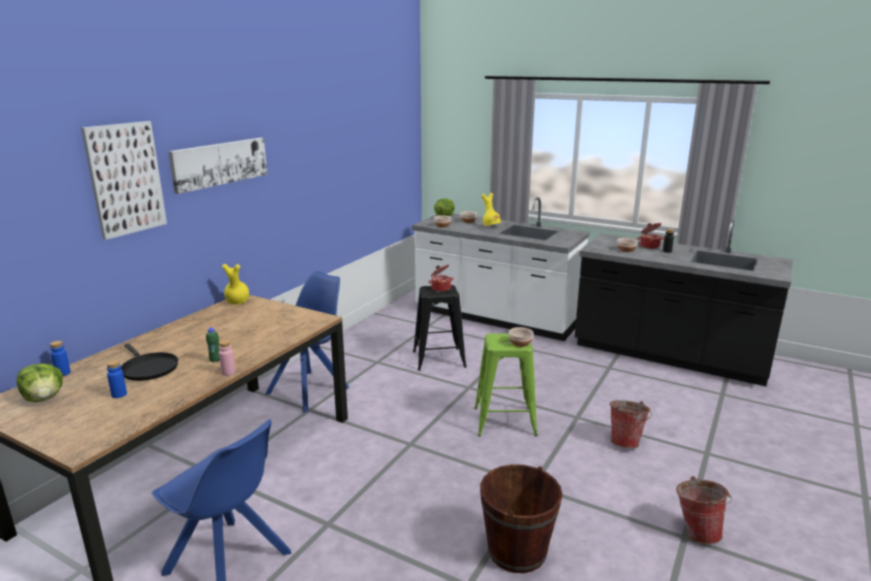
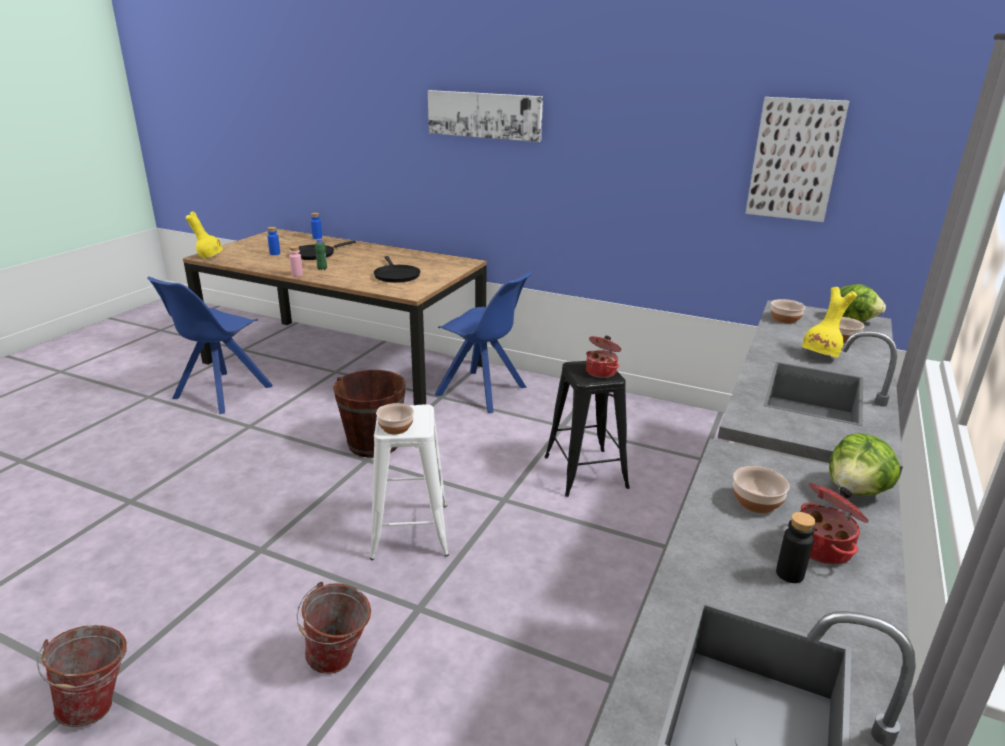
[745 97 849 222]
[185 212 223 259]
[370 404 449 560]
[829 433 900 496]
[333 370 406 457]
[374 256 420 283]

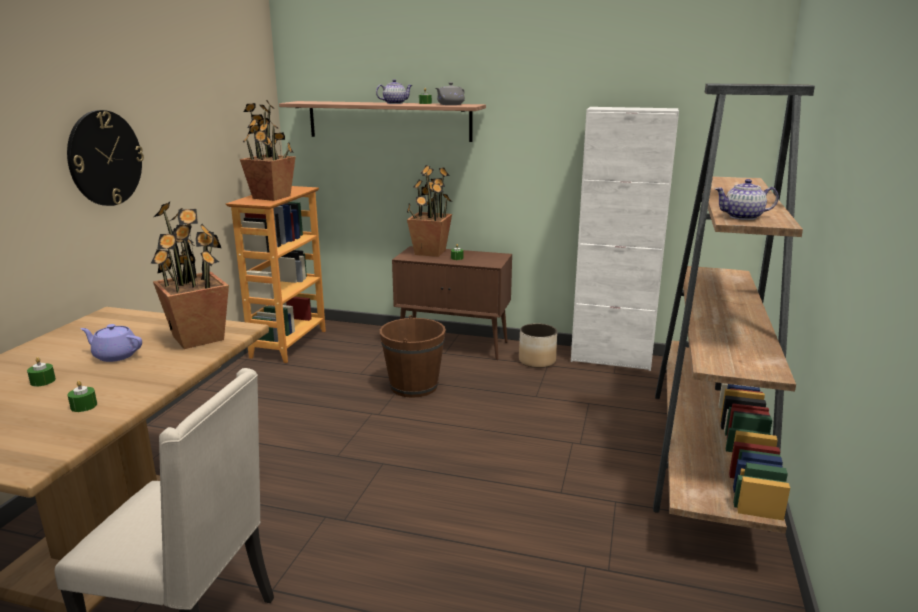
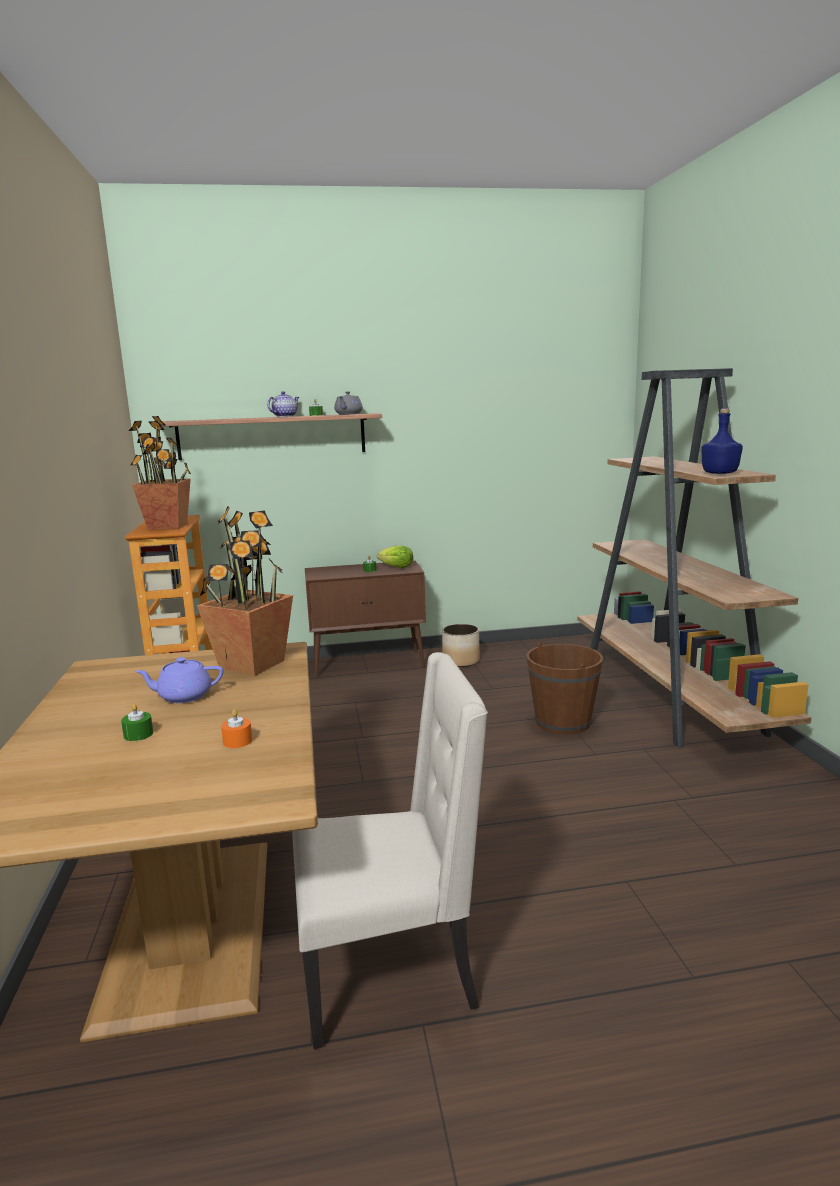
[571 107 679 371] (first image)
[67 110 144 206] (first image)
[407 165 452 257] (first image)
[701 408 743 474]
[526 643 603 735]
[221 710 252 748]
[377 546 413 568]

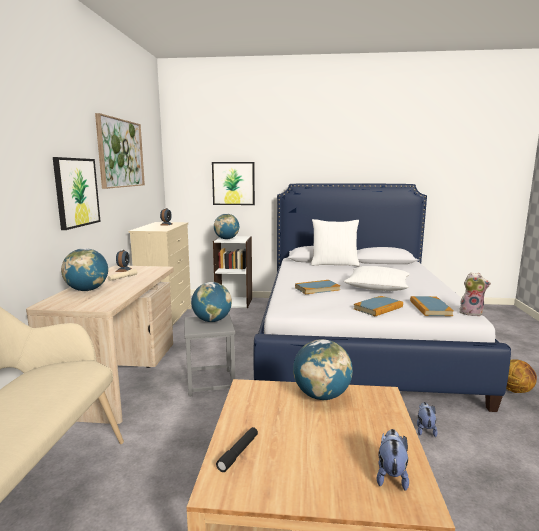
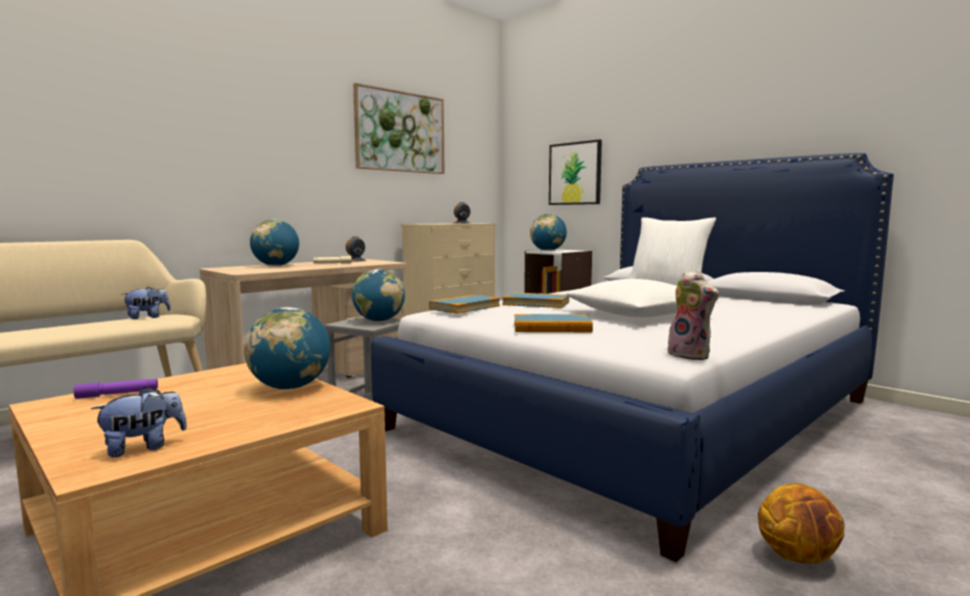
[53 157 101 230] (first image)
[429 295 500 314]
[123 287 171 319]
[74 379 158 399]

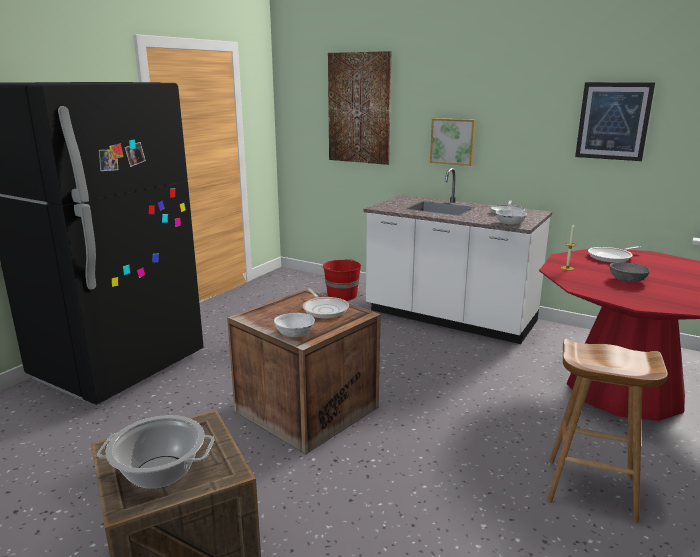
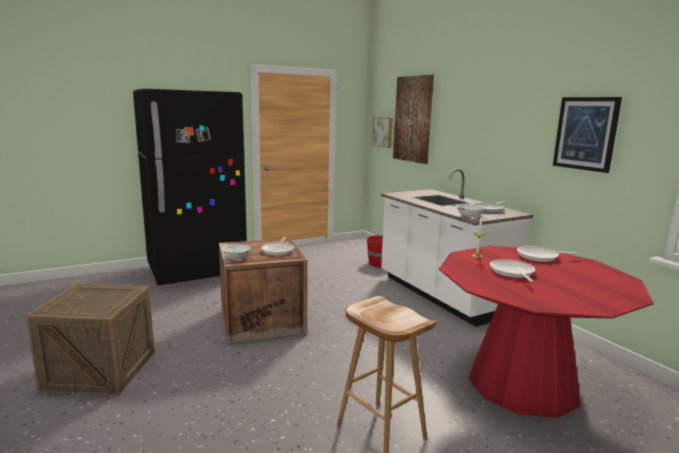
[372 117 393 148]
[490 259 535 282]
[97 415 215 489] (first image)

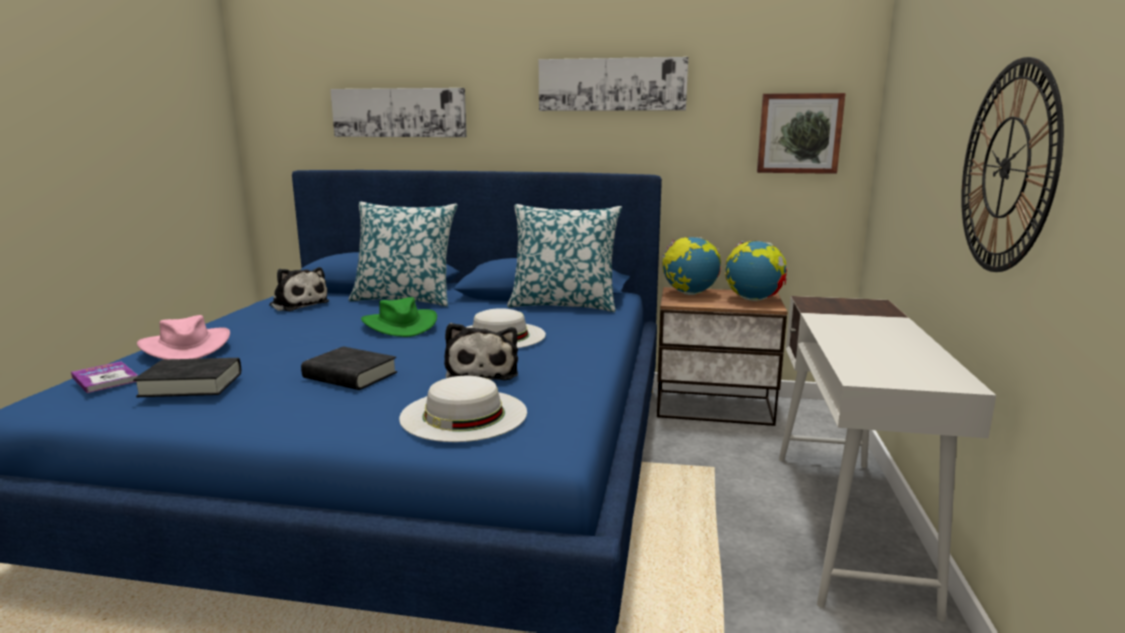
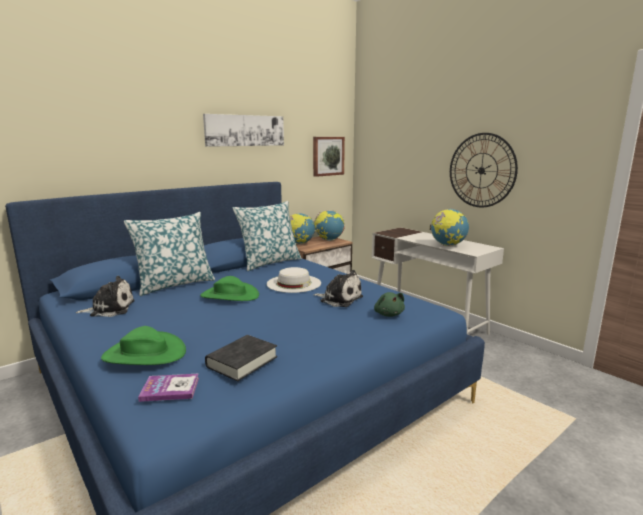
[330 88 467 137] (first image)
[101 326 186 365]
[301 346 397 390] (first image)
[374 292 405 317]
[430 209 469 247]

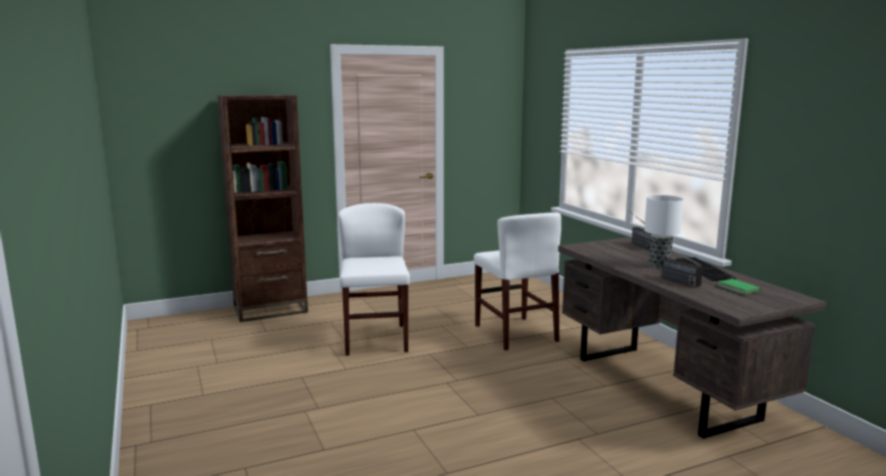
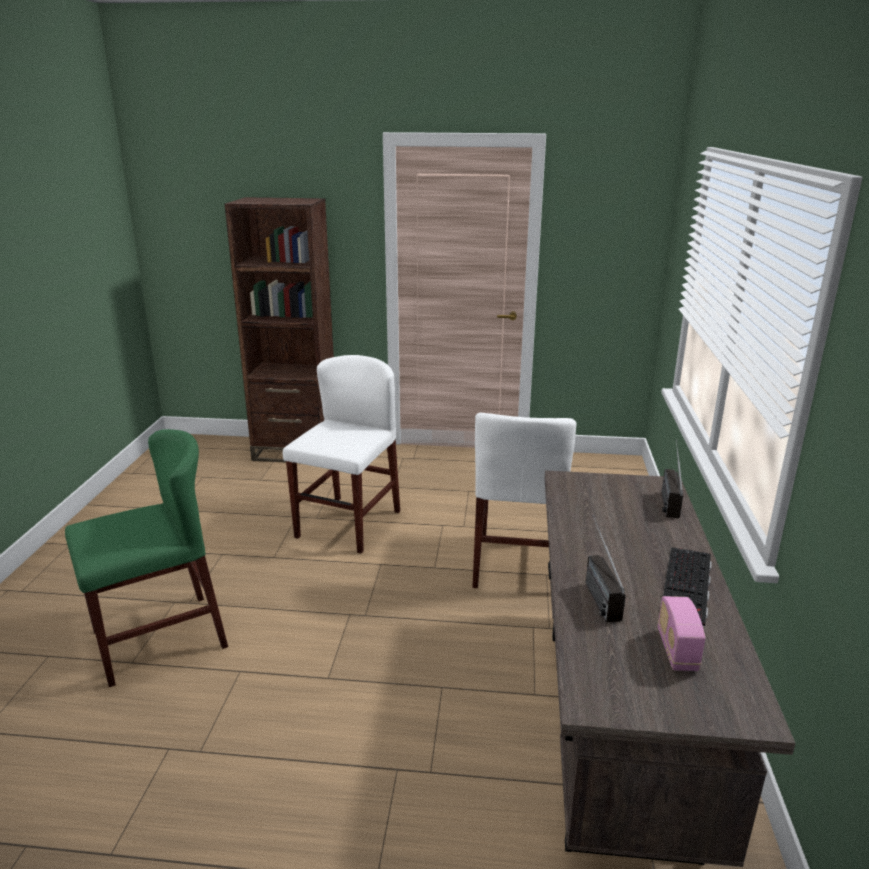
[644 195 684 269] (first image)
[658 596 705 671]
[65 429 228 687]

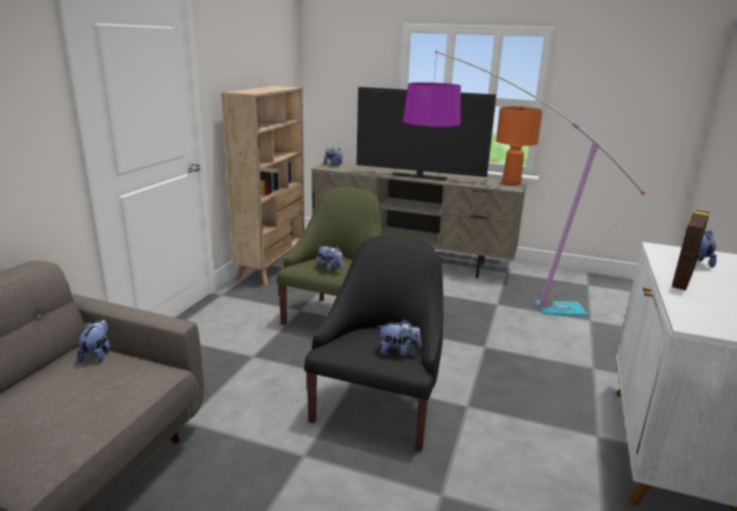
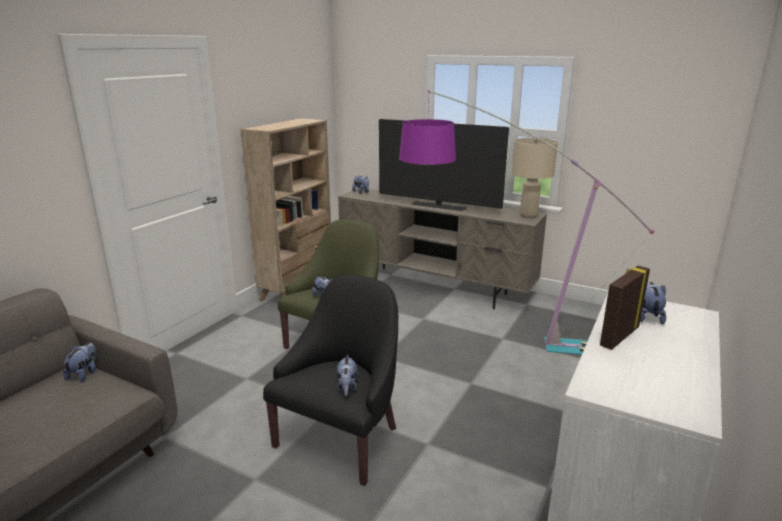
[512 138 558 218]
[336 355 359 396]

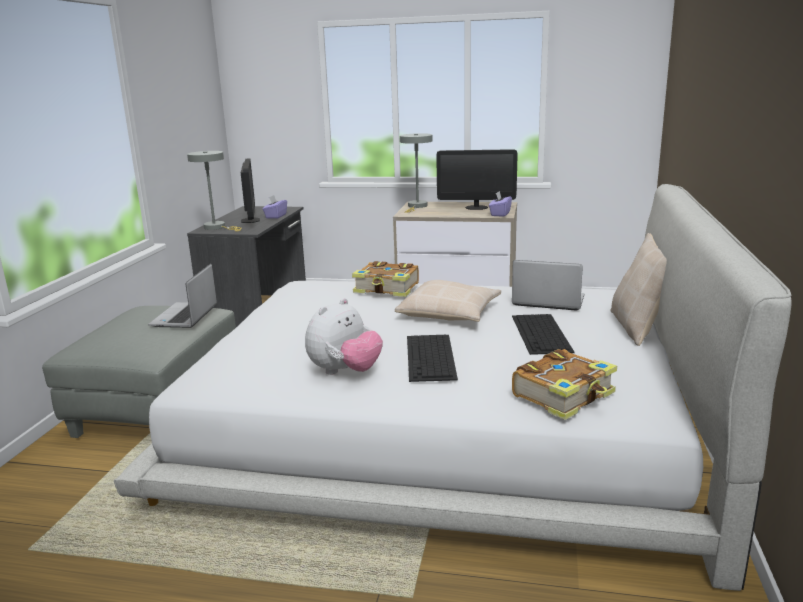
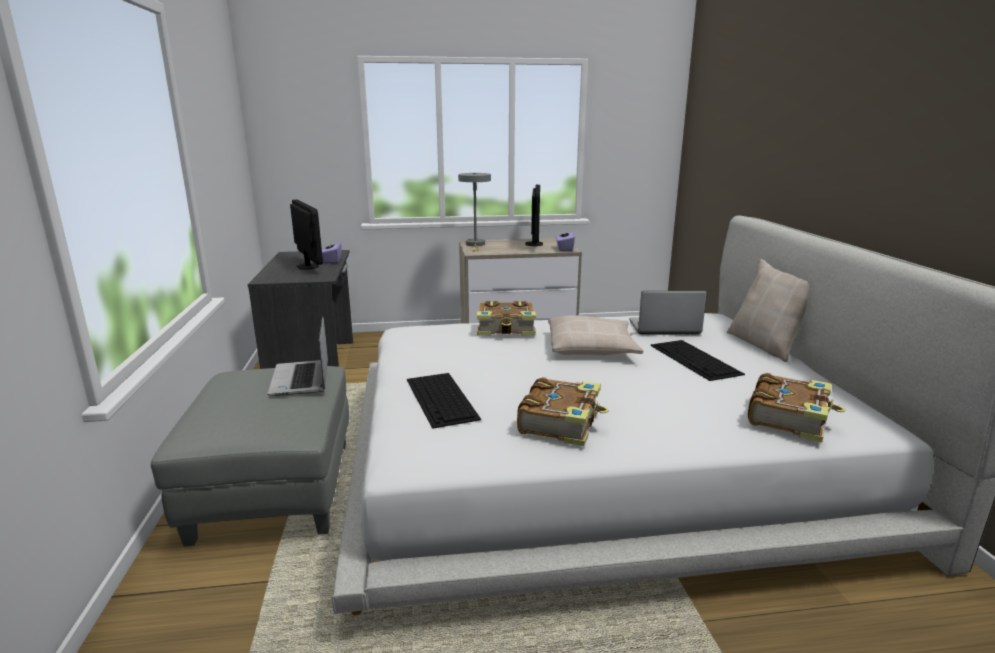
[525 185 543 246]
[187 151 242 231] (first image)
[517 377 609 446]
[407 373 481 429]

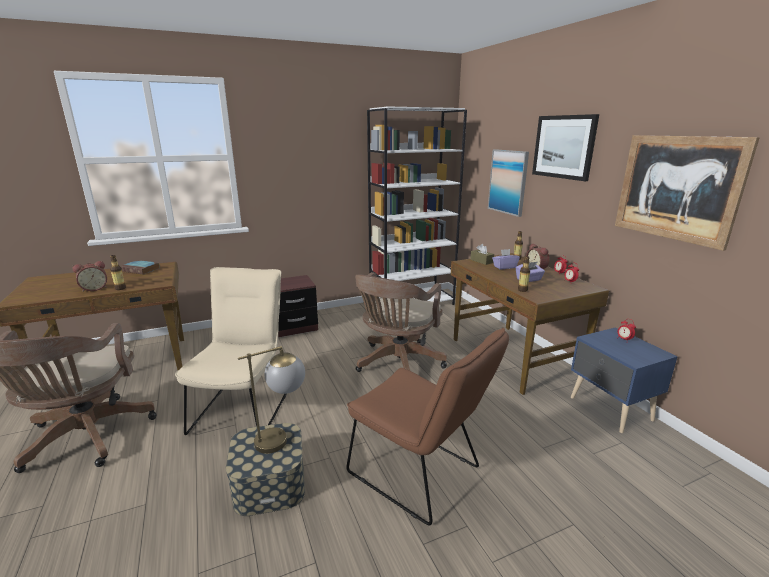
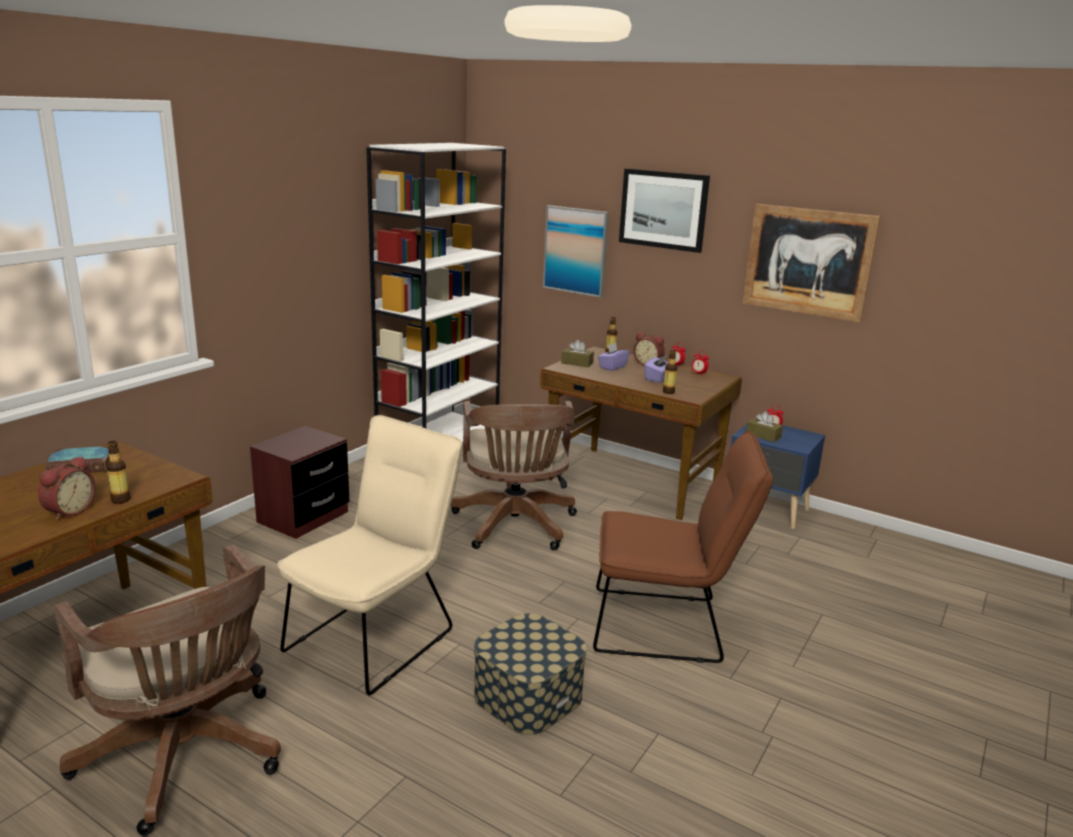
[277 415 462 695]
[238 346 305 454] (first image)
[746 411 783 442]

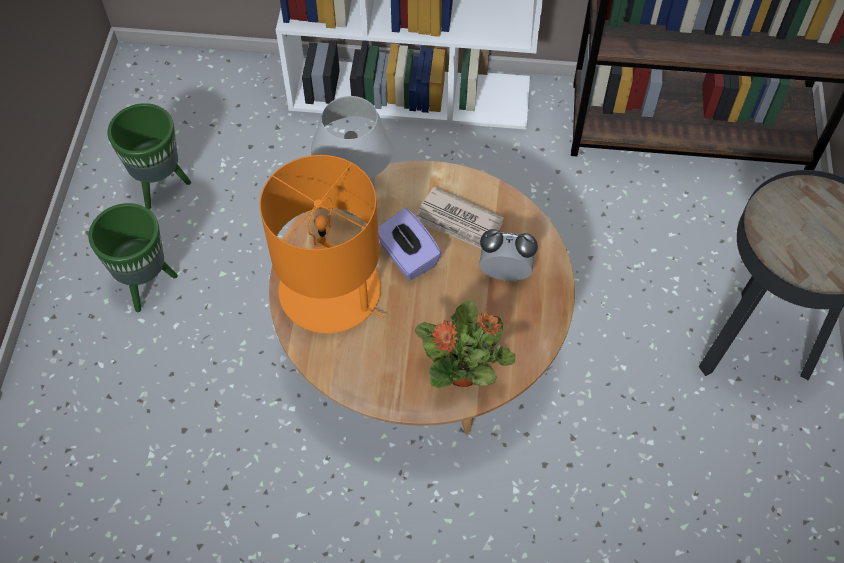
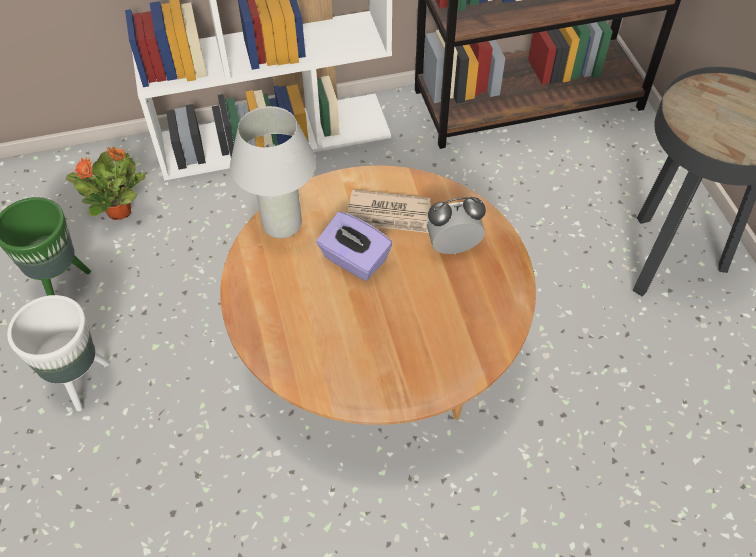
[260 155 385 333] (first image)
[7 295 110 411]
[66 146 146 220]

